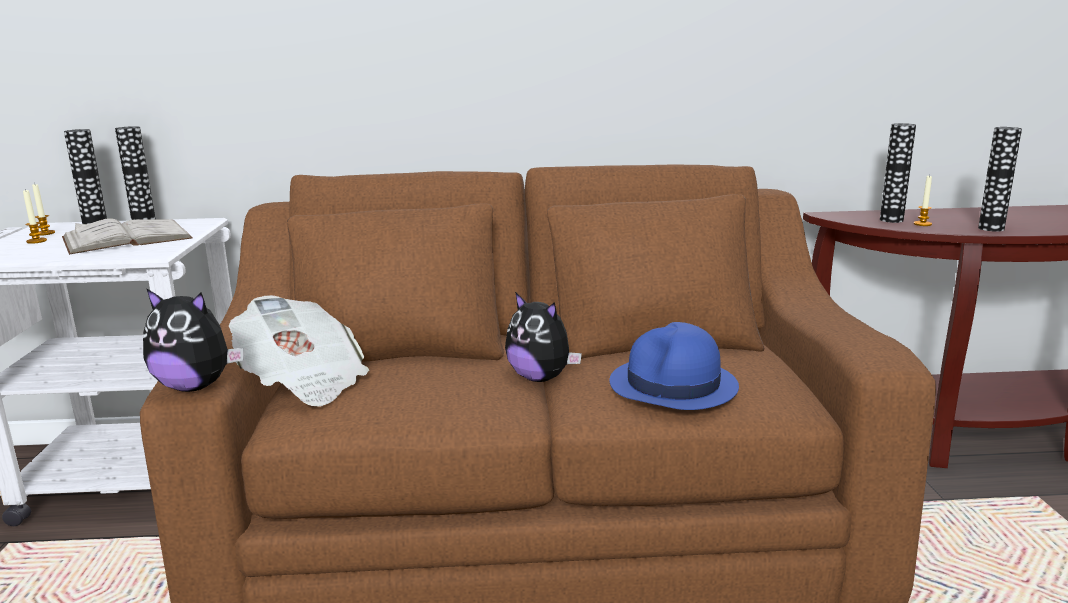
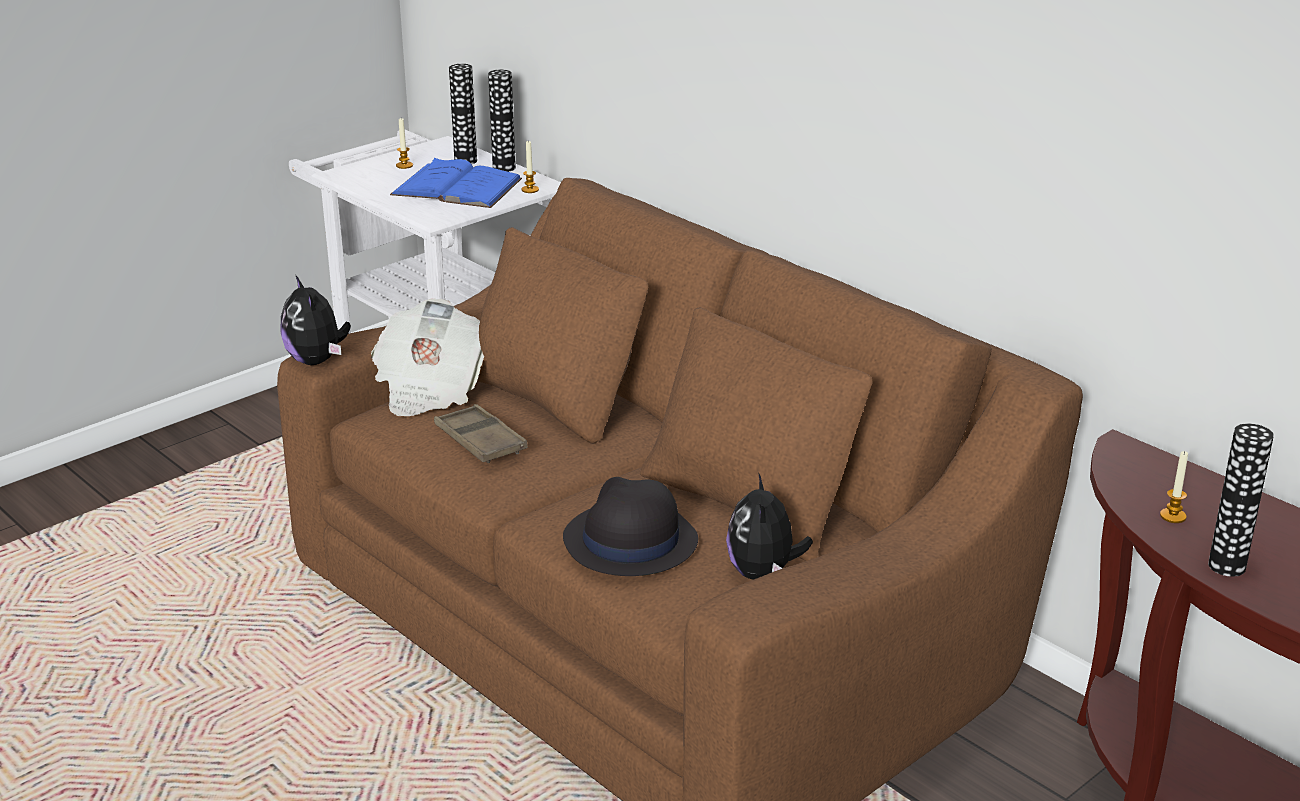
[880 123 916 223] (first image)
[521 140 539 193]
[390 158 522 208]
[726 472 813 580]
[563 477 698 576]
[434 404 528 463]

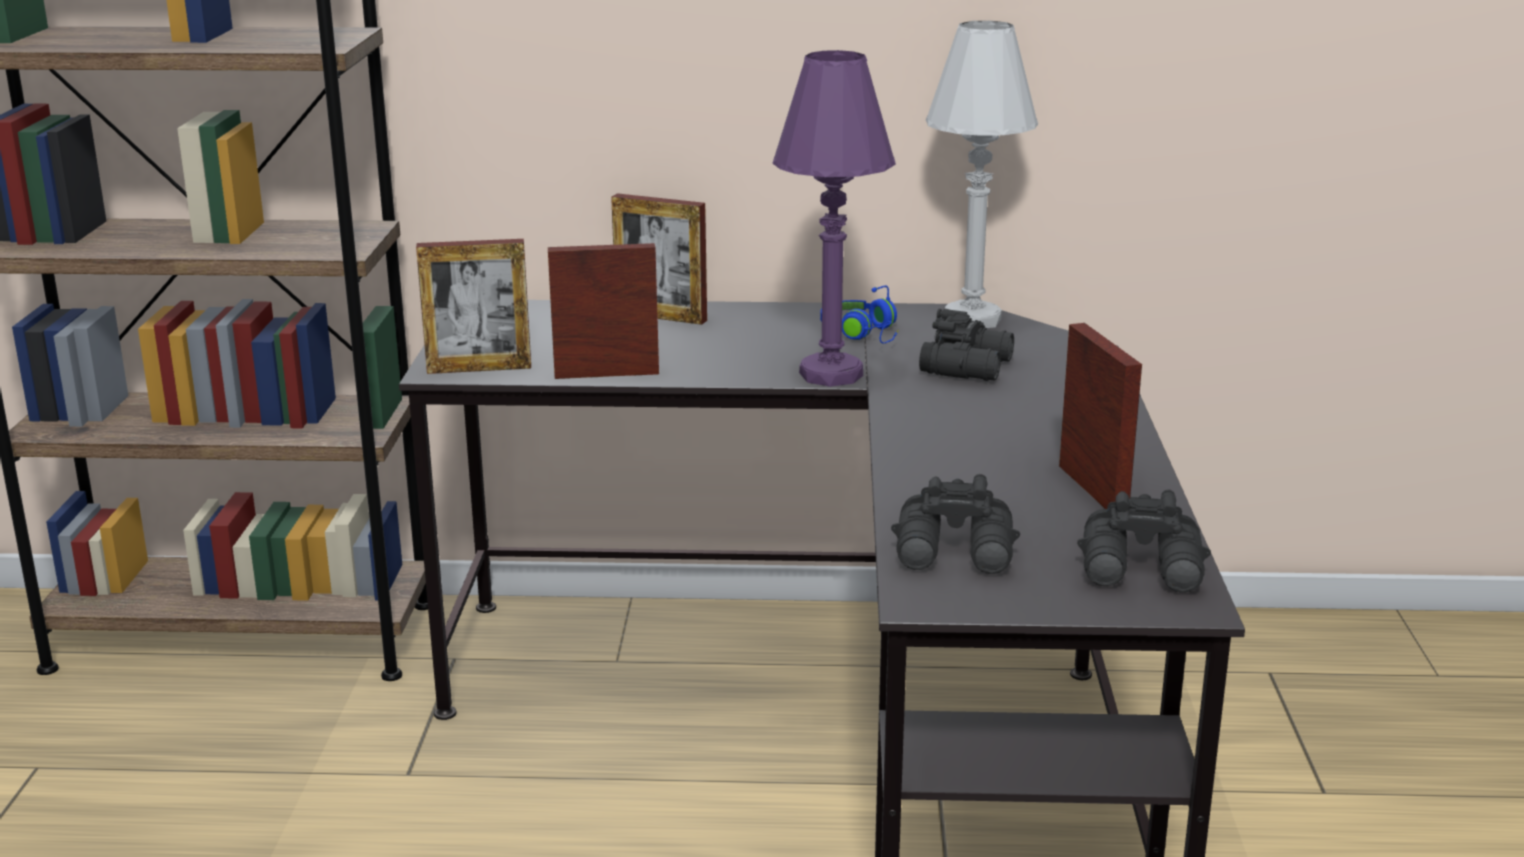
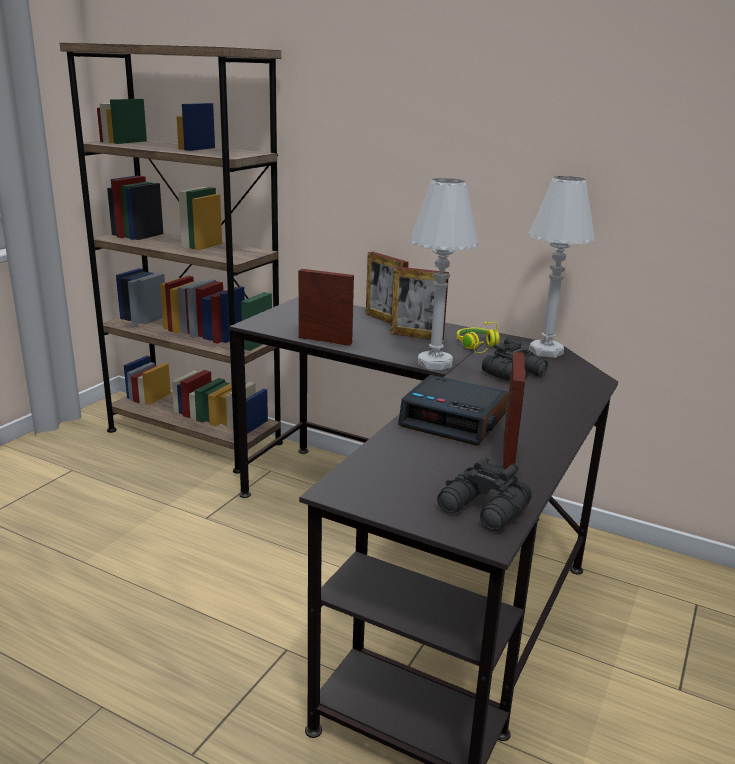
[409 178 479 370]
[390 266 449 341]
[457 322 500 353]
[891 474 1020 574] (first image)
[398 375 508 445]

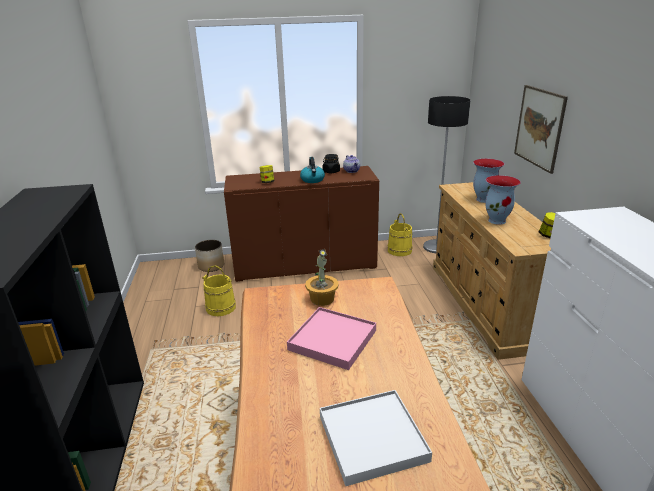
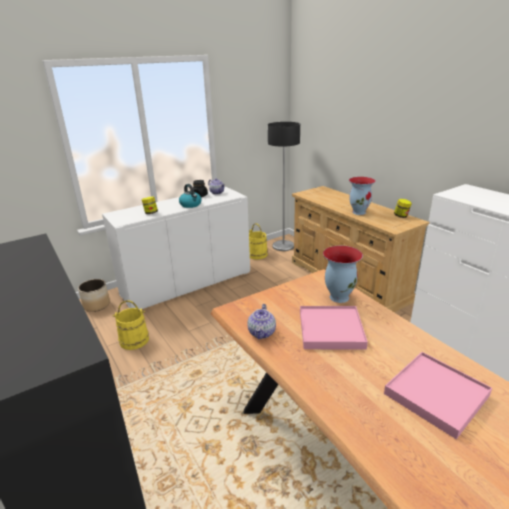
[514 85 568 174] (first image)
[323 246 363 303]
[102 187 250 310]
[305 249 339 306] (first image)
[384 352 492 439]
[247 304 276 339]

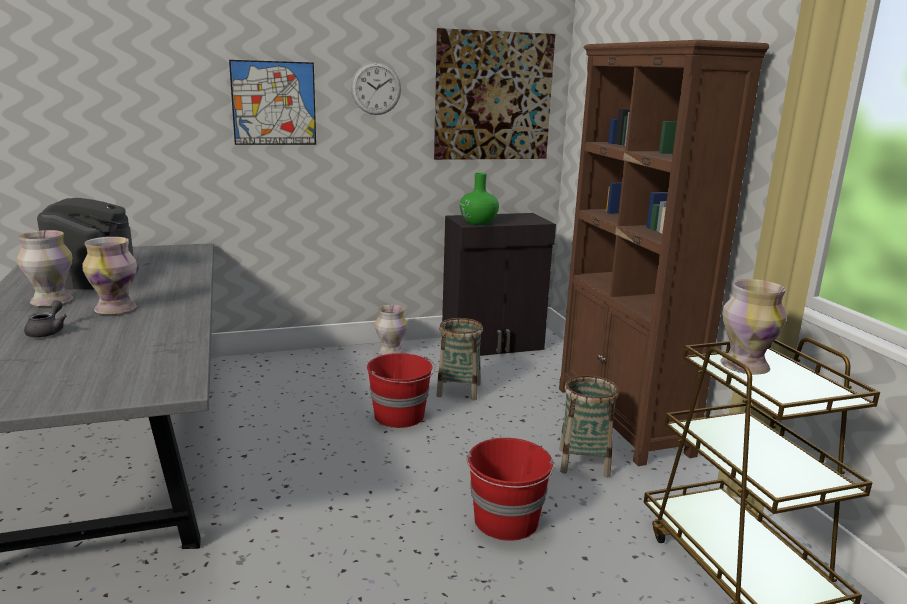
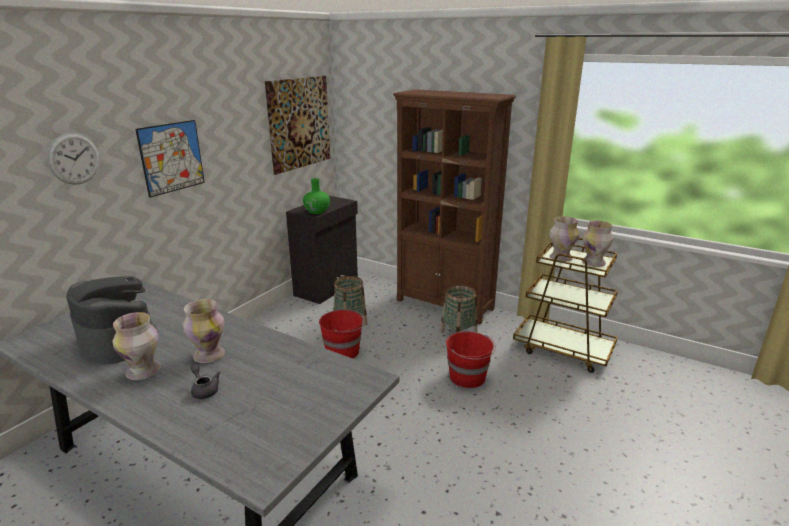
[47 133 100 185]
[582 220 613 267]

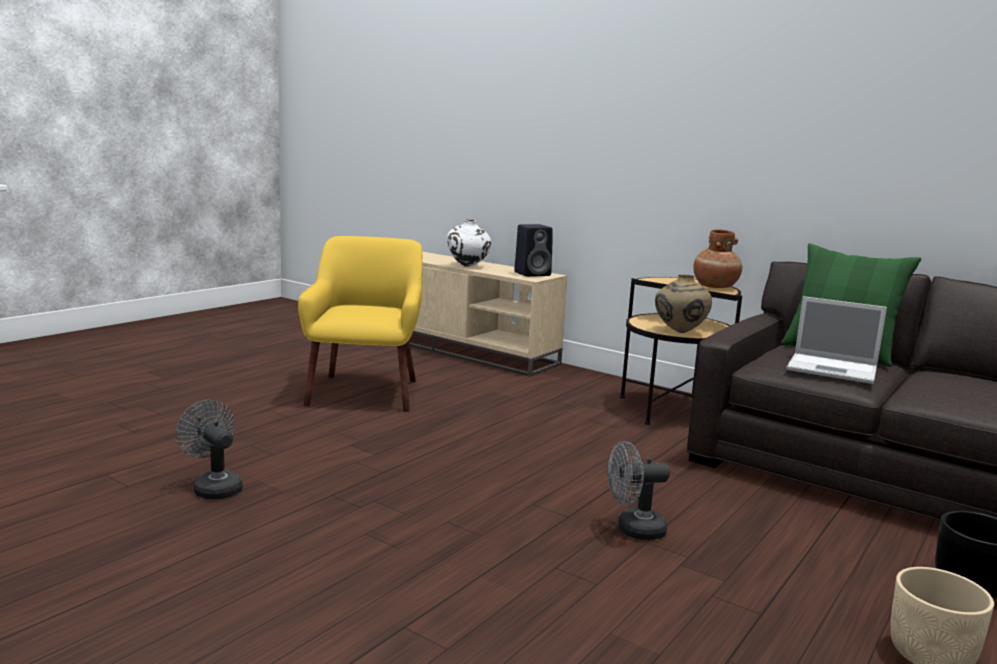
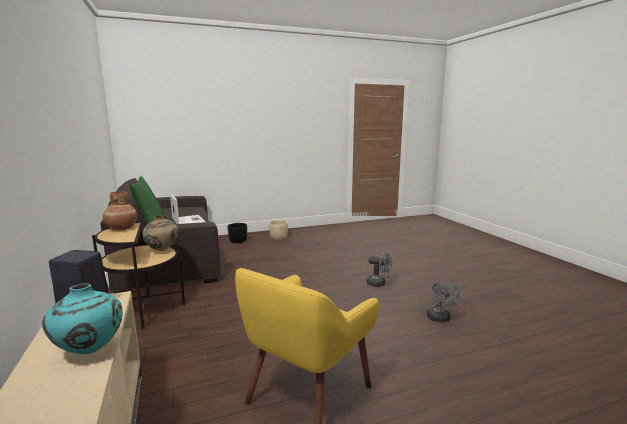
[42 283 123 354]
[366 250 392 287]

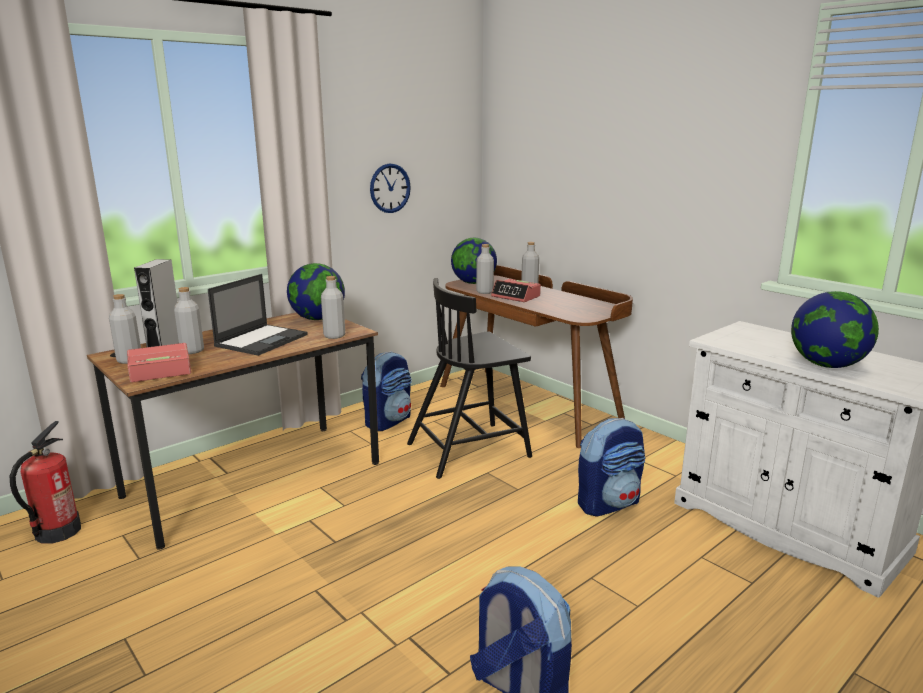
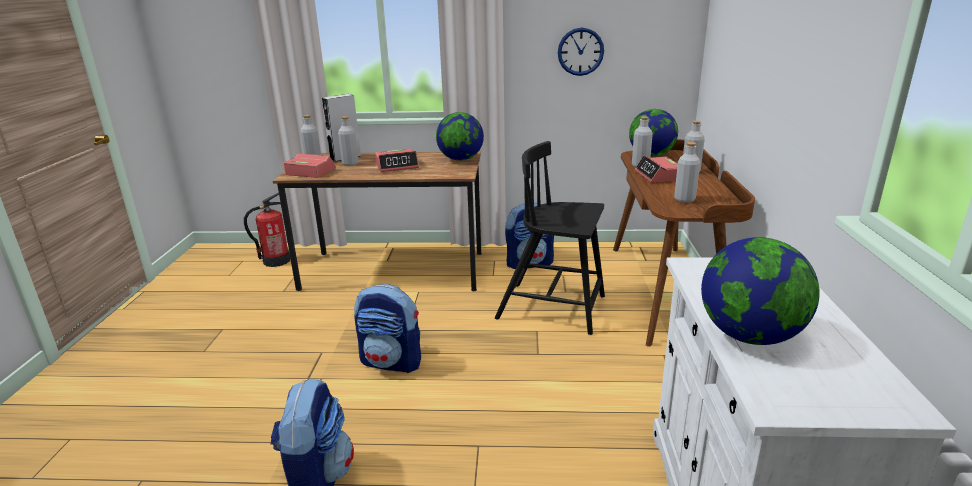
[375 149 419 172]
[674 142 700 203]
[354 284 421 373]

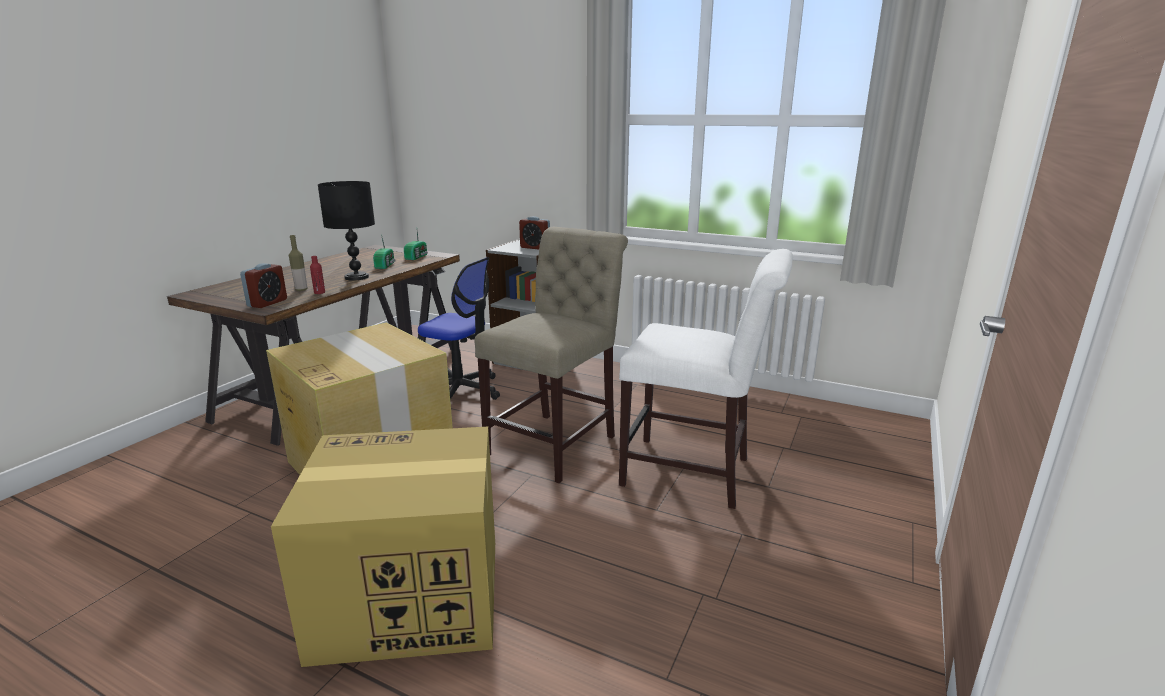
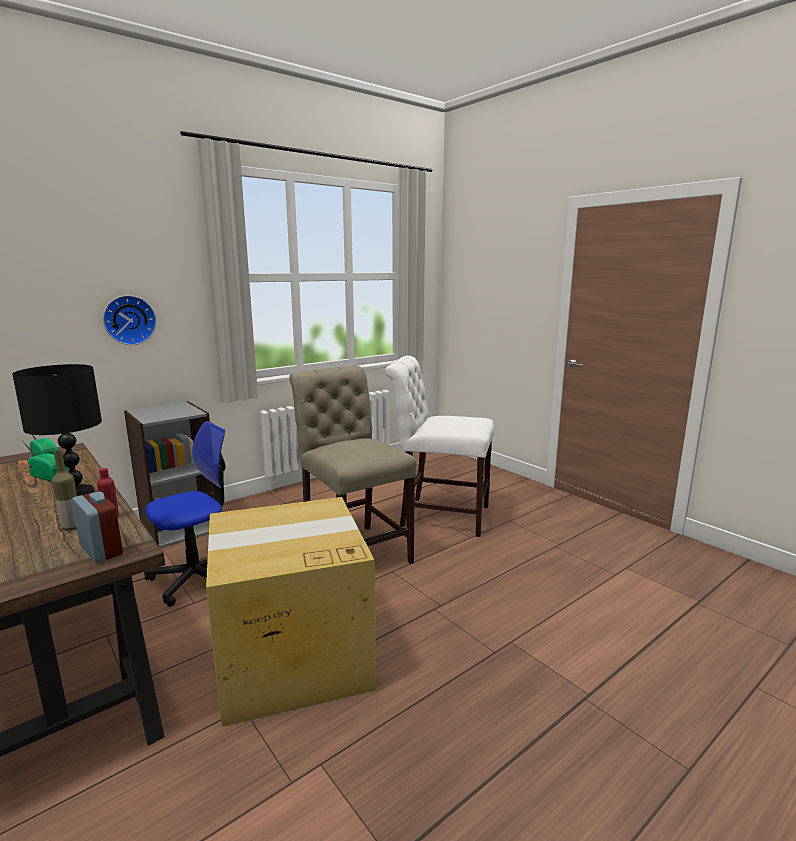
[519 216 550 249] (first image)
[385 355 494 537]
[271 427 495 667] (first image)
[103 295 157 345]

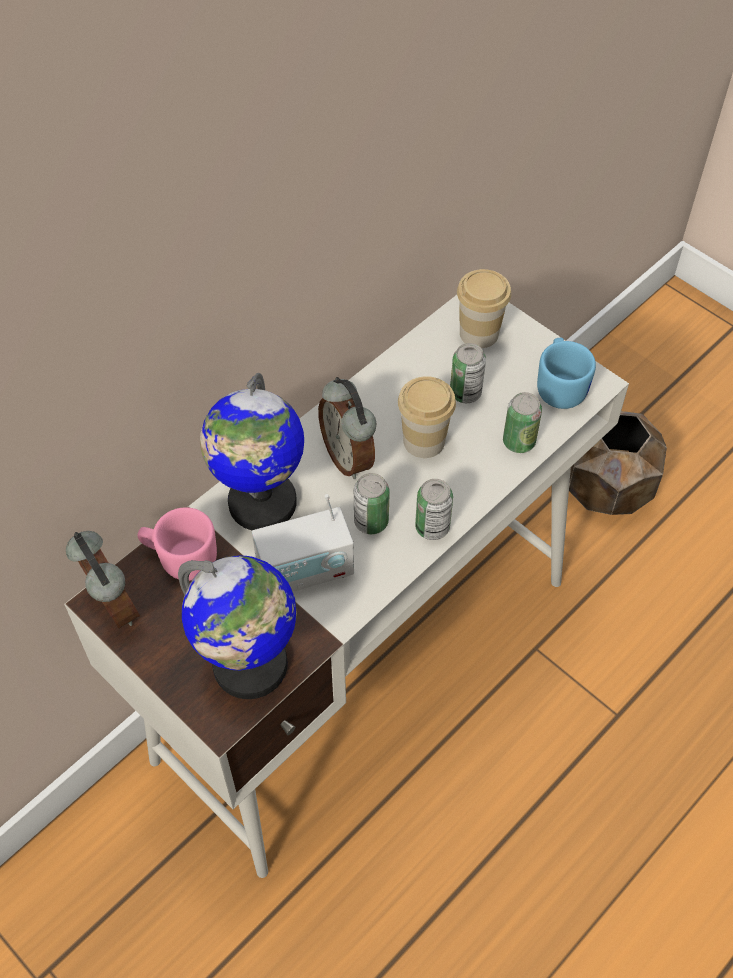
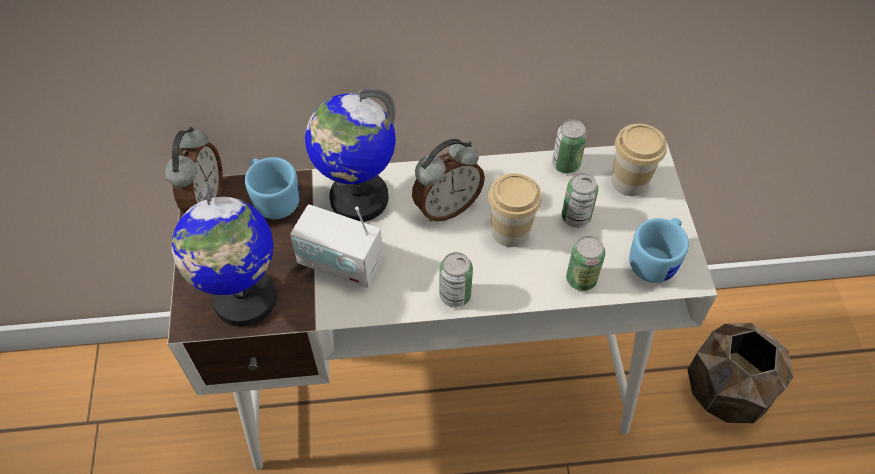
[412 139 485 222]
[552 119 587 173]
[245 157 300 219]

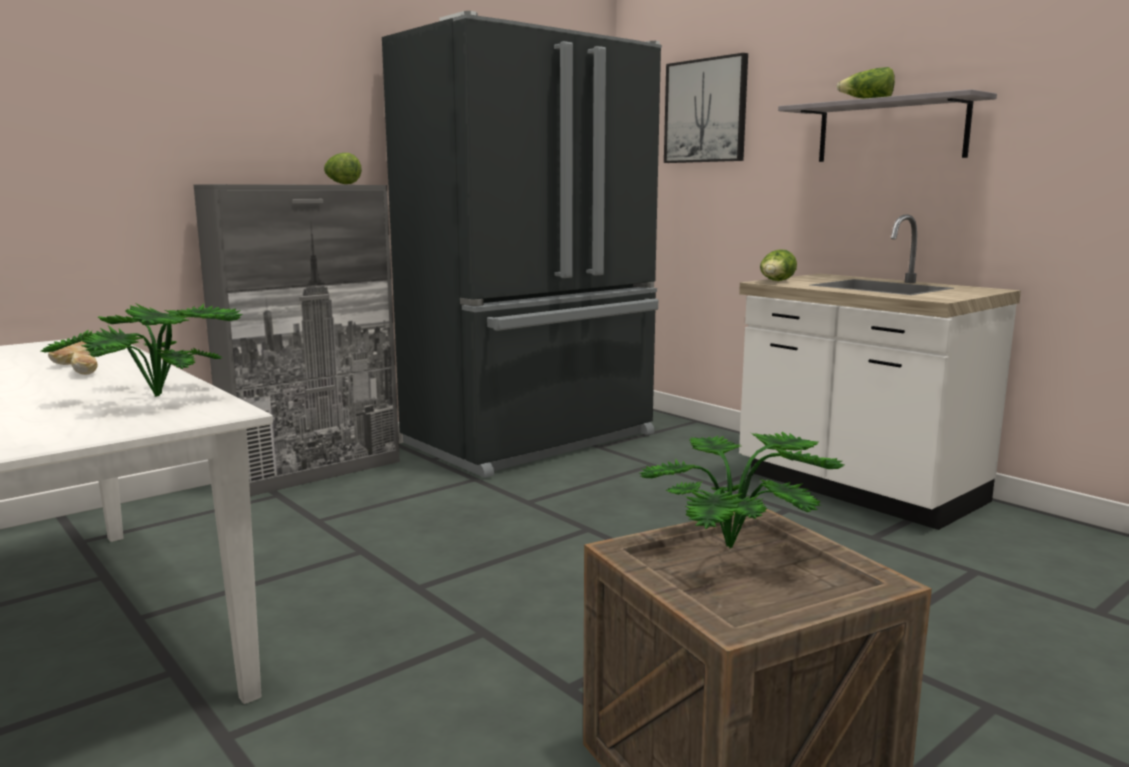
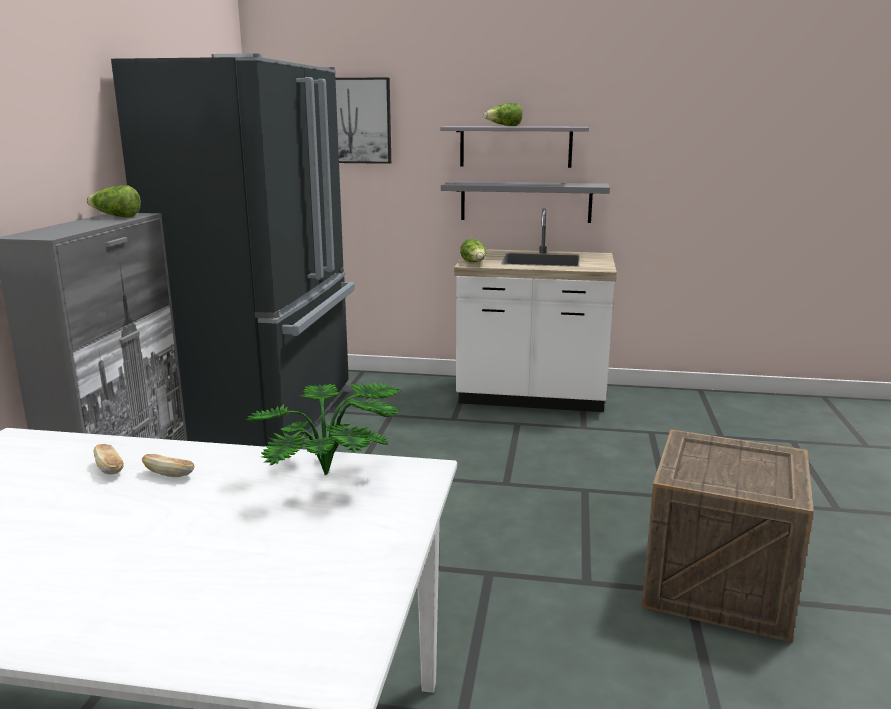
[640 432 844 549] (first image)
[441 181 610 223]

